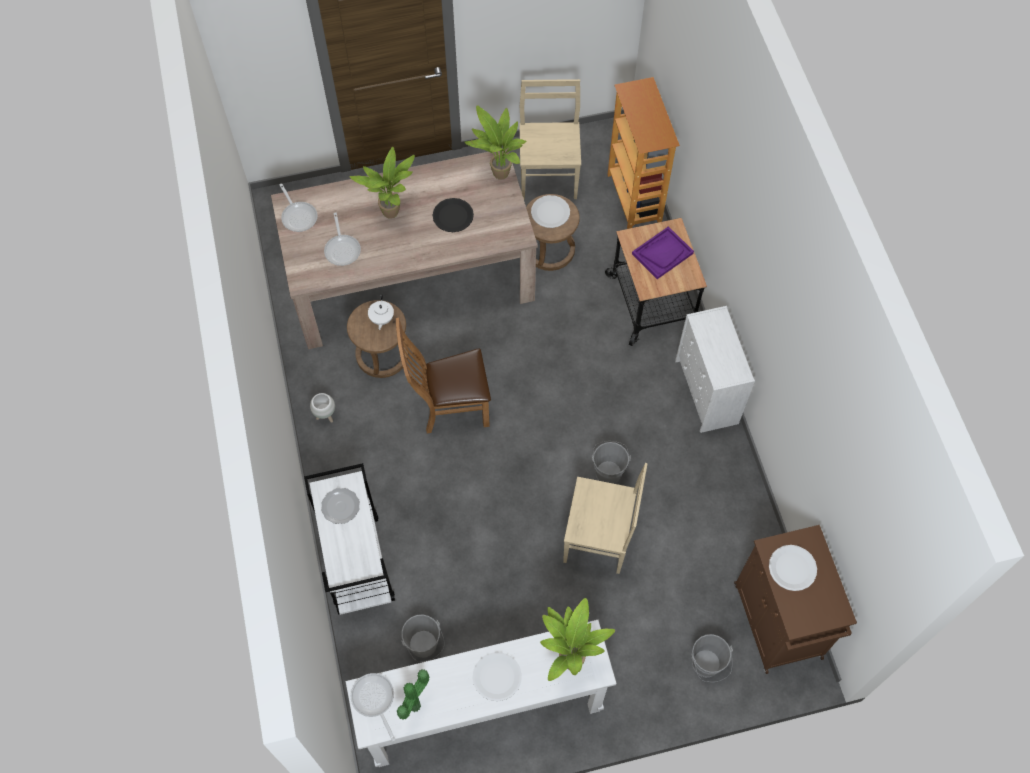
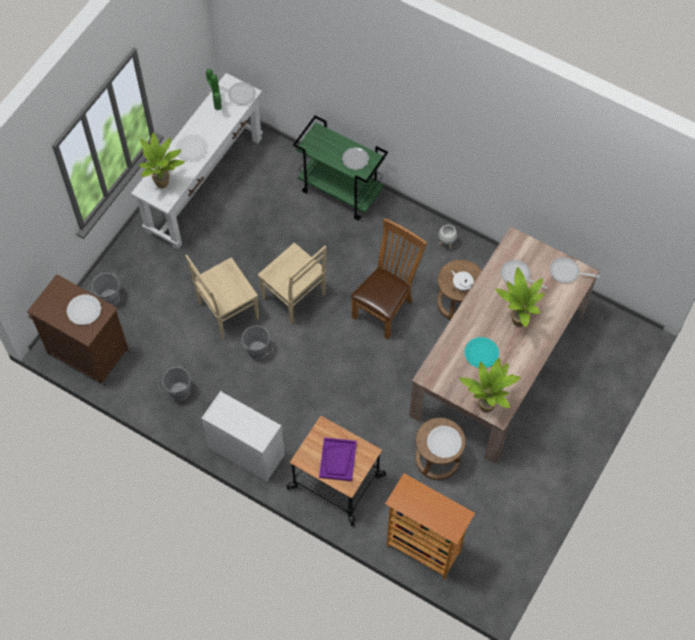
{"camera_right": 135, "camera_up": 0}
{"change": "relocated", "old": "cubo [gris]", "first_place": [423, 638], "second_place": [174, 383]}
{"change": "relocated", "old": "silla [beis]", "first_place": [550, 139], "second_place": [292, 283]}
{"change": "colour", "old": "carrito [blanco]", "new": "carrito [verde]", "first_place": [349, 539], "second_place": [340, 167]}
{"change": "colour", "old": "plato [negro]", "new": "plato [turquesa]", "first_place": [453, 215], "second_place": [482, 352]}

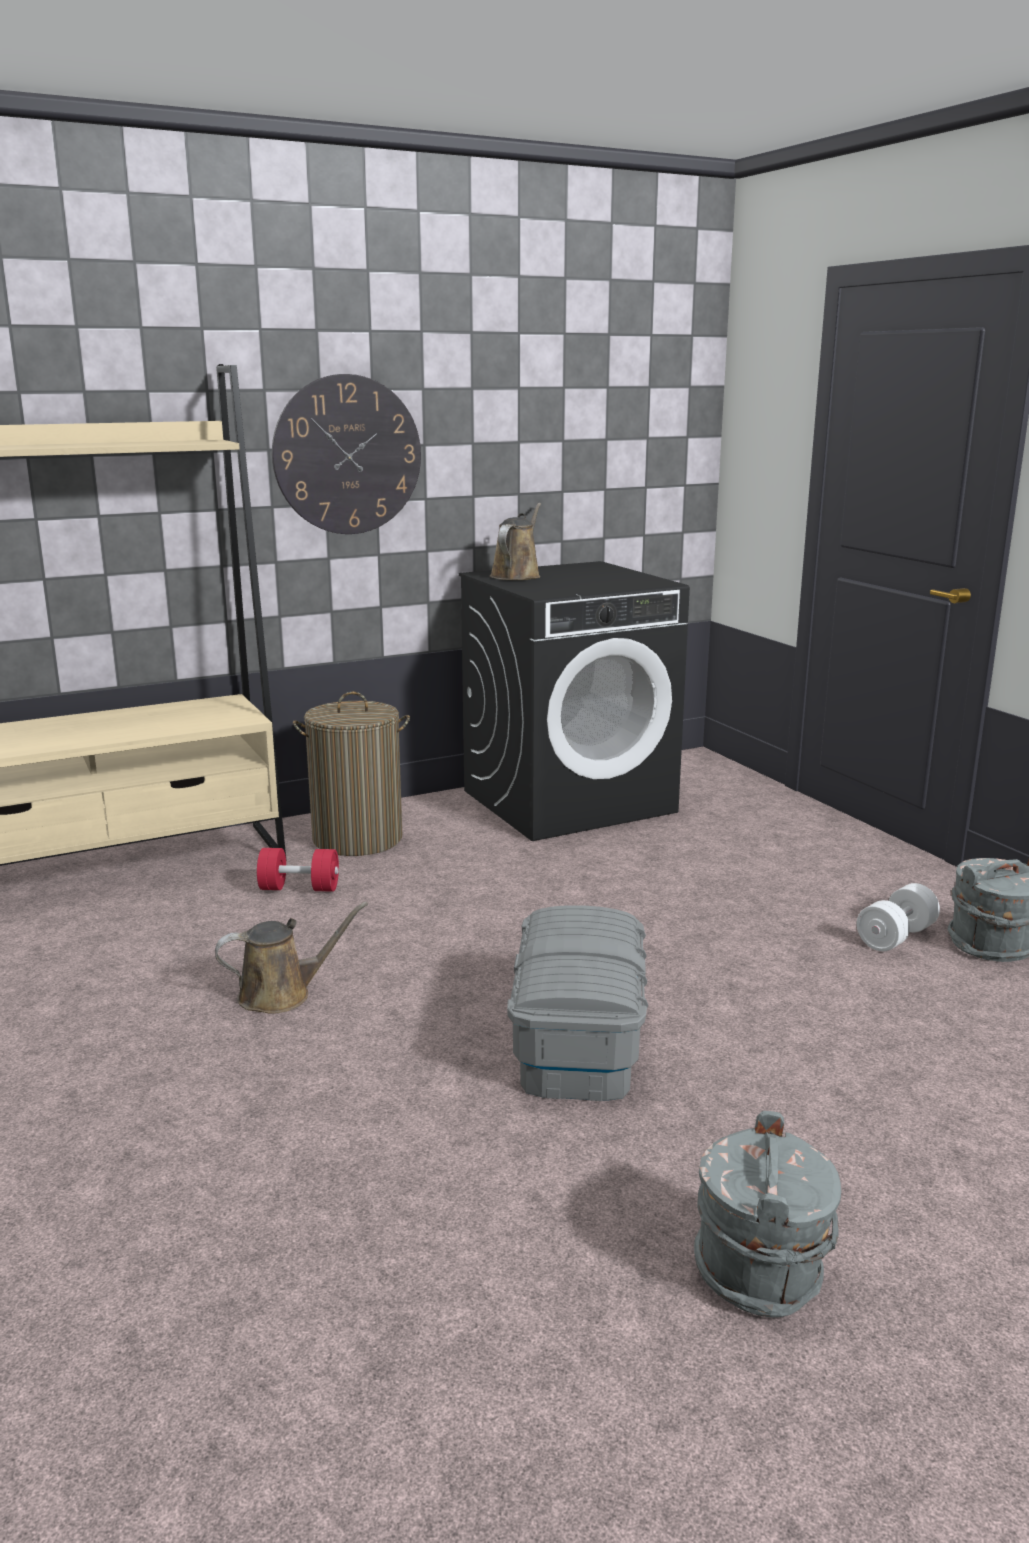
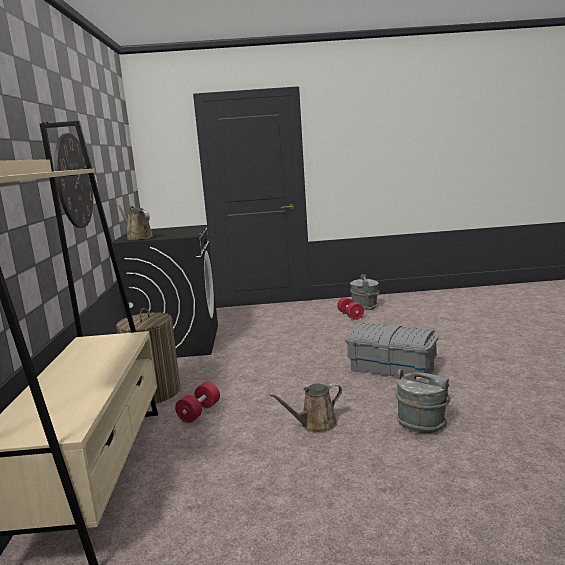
{"camera_right": -65, "camera_up": -5}
{"change": "spun", "old": "regadera [marrón]", "first_place": [291, 957], "second_place": [305, 407], "degrees": -120}
{"change": "colour", "old": "mancuerna [blanco]", "new": "mancuerna [rojo]", "first_place": [898, 917], "second_place": [350, 308]}
{"change": "relocated", "old": "cubo [gris]", "first_place": [767, 1214], "second_place": [423, 401]}

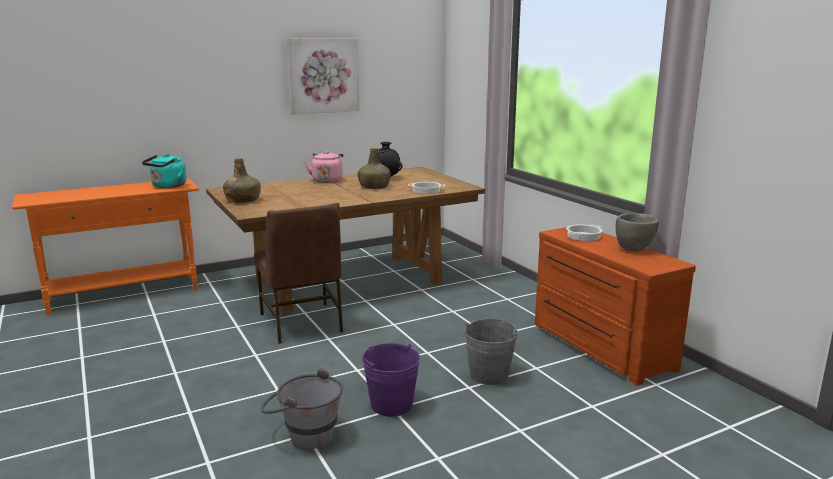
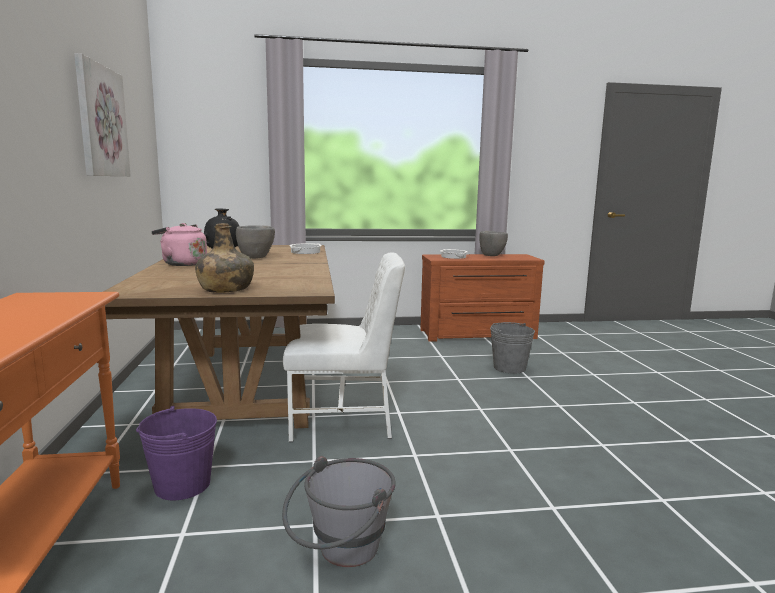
{"camera_right": -70, "camera_up": -5}
{"change": "relocated", "old": "cubo [morado]", "first_place": [391, 380], "second_place": [176, 453]}
{"change": "exchanged", "old": "botella [verde]", "new": "cuenco [gris]", "first_place": [374, 168], "second_place": [255, 242]}
{"change": "relocated", "old": "cubo [gris]", "first_place": [302, 408], "second_place": [339, 511]}
{"change": "colour", "old": "silla [marrón]", "new": "silla [blanco]", "first_place": [298, 273], "second_place": [344, 347]}
{"change": "missing", "old": "hervidor [turquesa]", "first_place": [164, 171]}

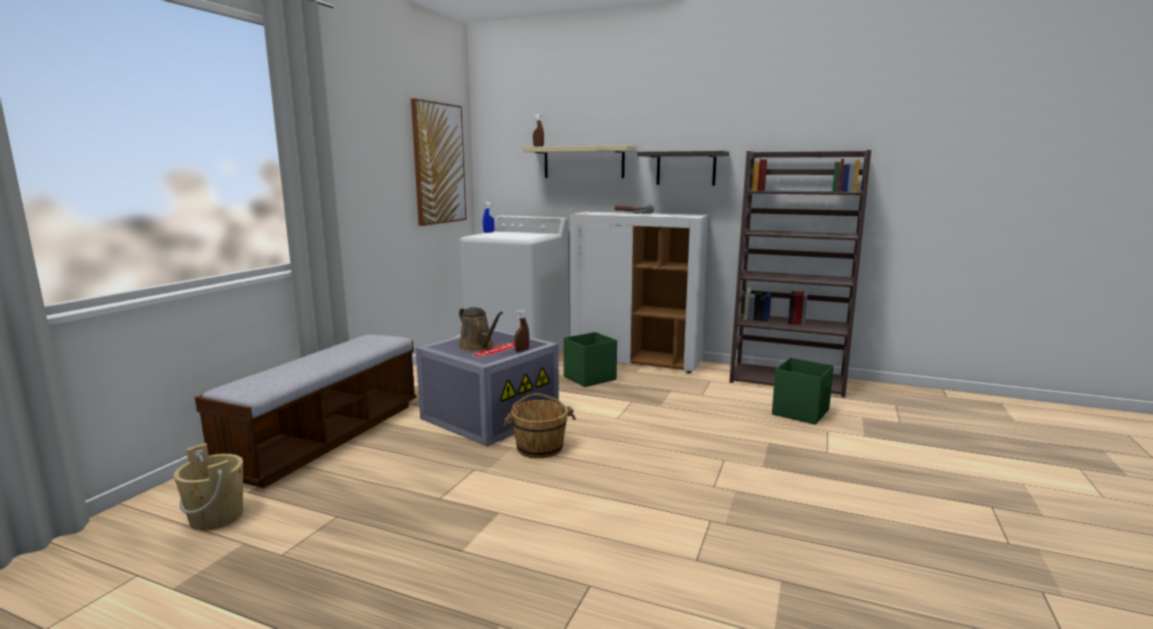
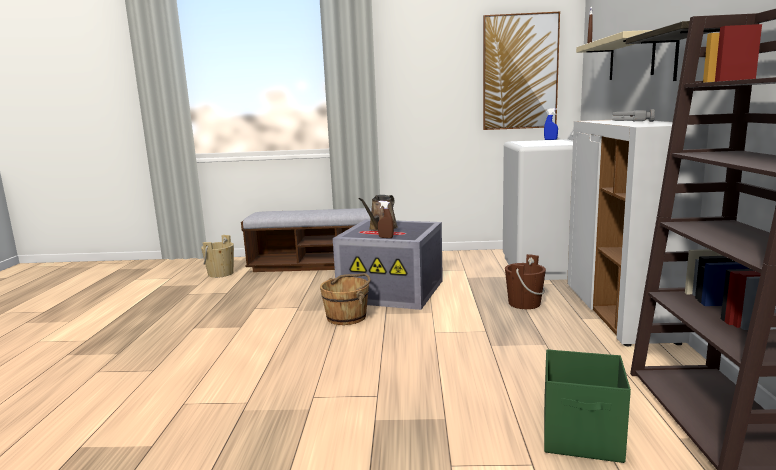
{"camera_right": 70, "camera_up": 0}
{"change": "exchanged", "old": "caja de almacenaje [verde]", "new": "cubo [marrón]", "first_place": [590, 359], "second_place": [525, 281]}

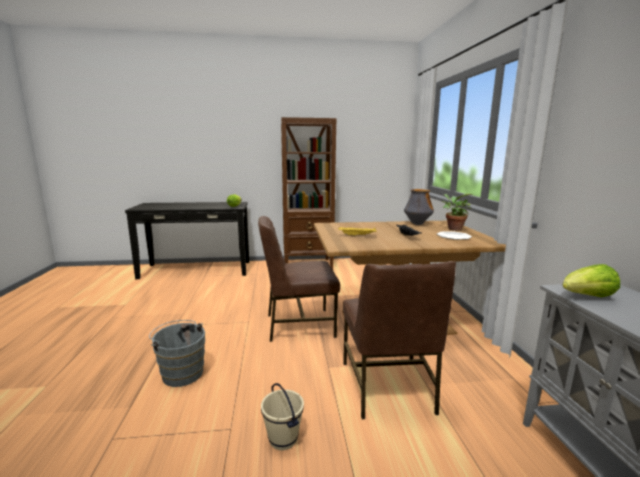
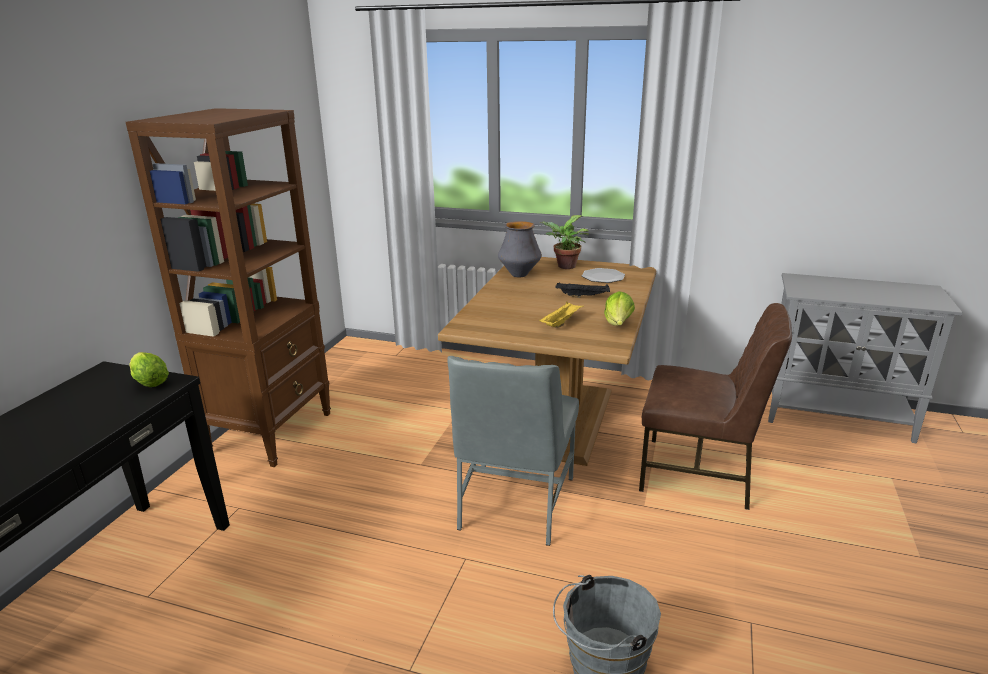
{"camera_right": -65, "camera_up": 10}
{"change": "colour", "old": "silla [marrón]", "new": "silla [gris]", "first_place": [299, 279], "second_place": [513, 451]}
{"change": "relocated", "old": "lechuga", "first_place": [591, 280], "second_place": [619, 308]}
{"change": "missing", "old": "cubo [beis]", "first_place": [282, 416]}

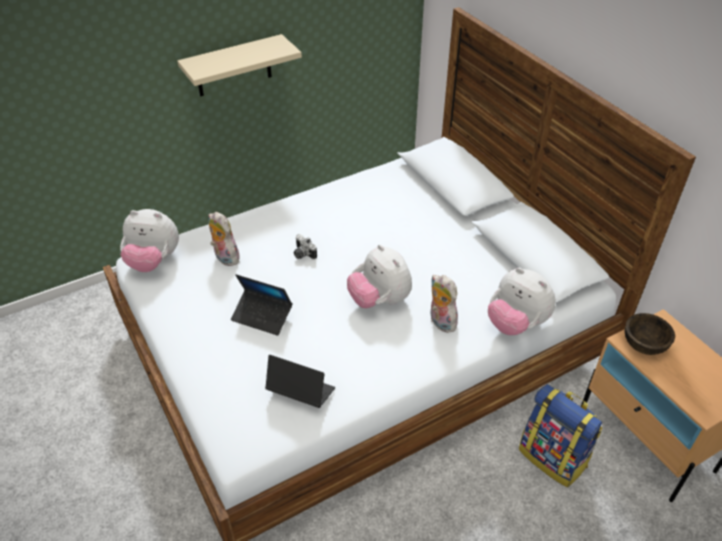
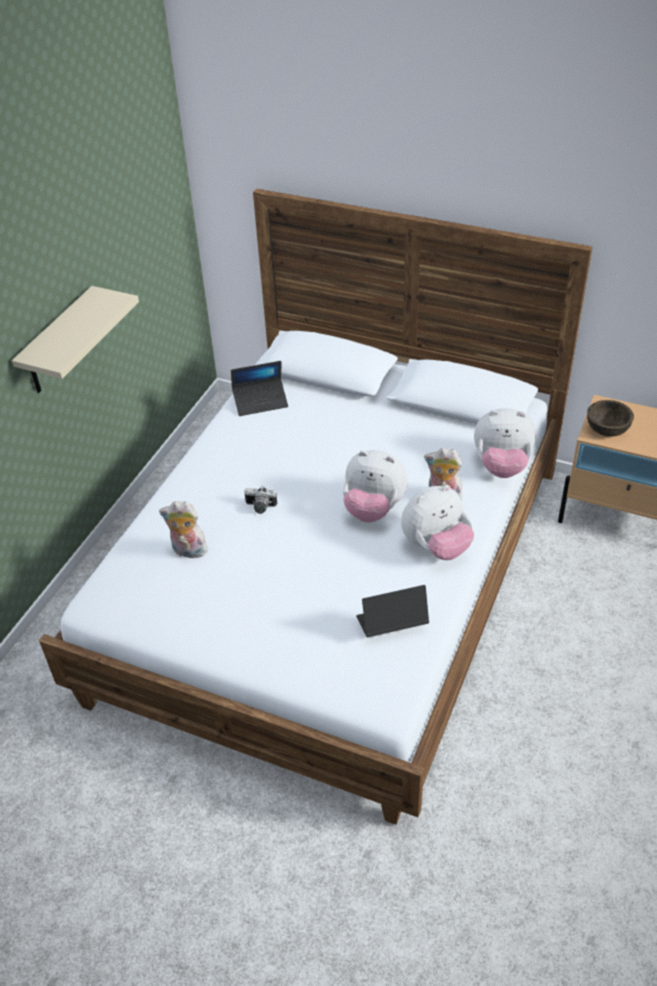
{"camera_right": -35, "camera_up": 0}
{"change": "relocated", "old": "portátil", "first_place": [262, 305], "second_place": [259, 388]}
{"change": "relocated", "old": "peluche", "first_place": [149, 240], "second_place": [437, 522]}
{"change": "missing", "old": "mochila", "first_place": [560, 435]}

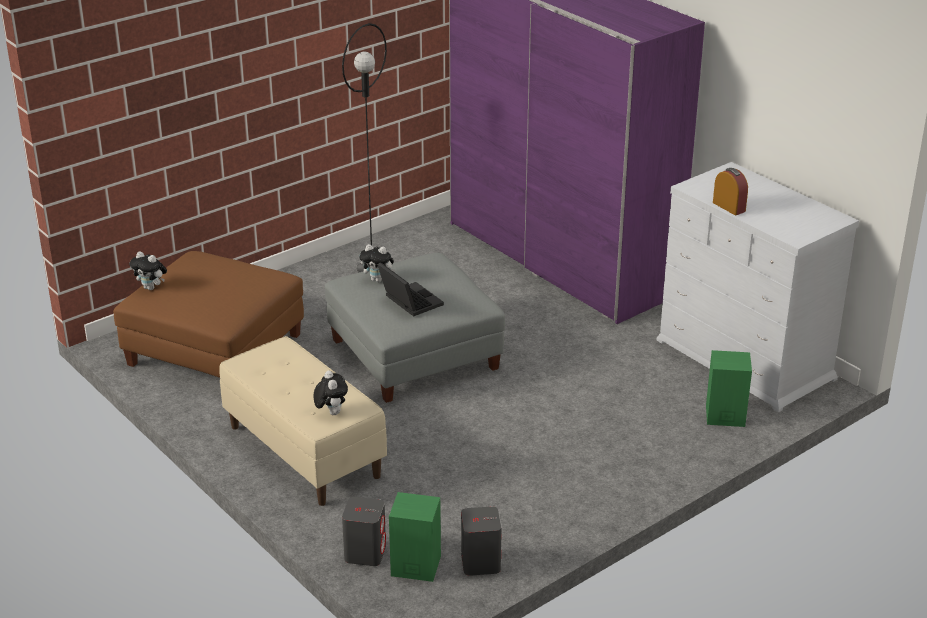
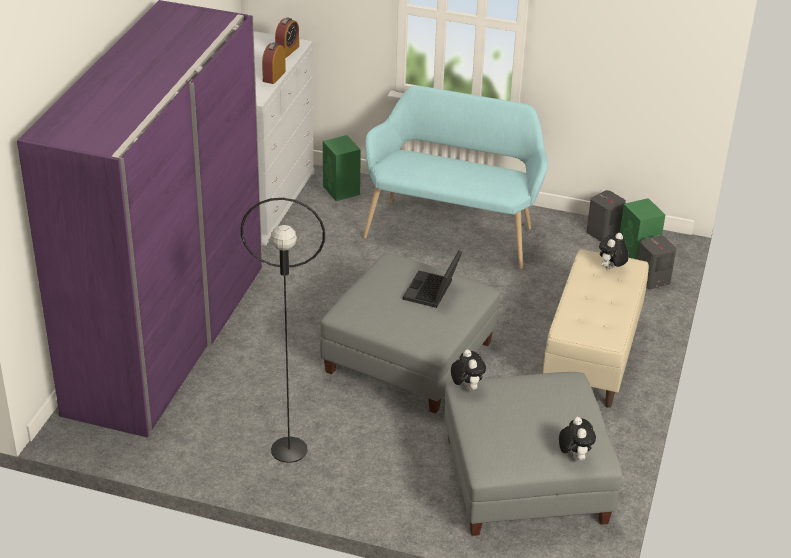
{"camera_right": -125, "camera_up": 5}
{"change": "appeared", "new": "despertador", "second_place": [287, 38]}
{"change": "appeared", "new": "banco [turquesa]", "second_place": [455, 177]}
{"change": "colour", "old": "puf [marrón]", "new": "puf [gris]", "first_place": [208, 314], "second_place": [533, 454]}
{"change": "relocated", "old": "peluche", "first_place": [377, 263], "second_place": [468, 369]}

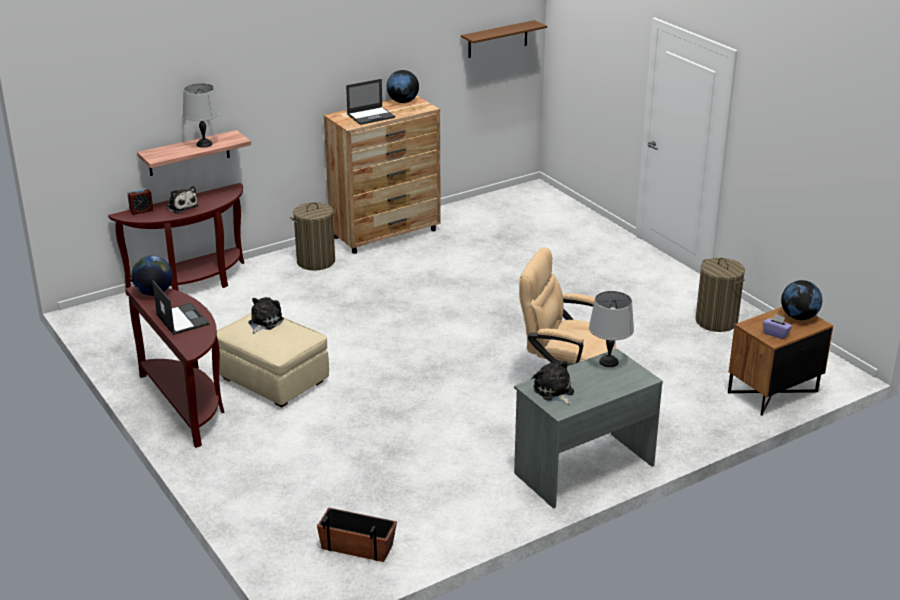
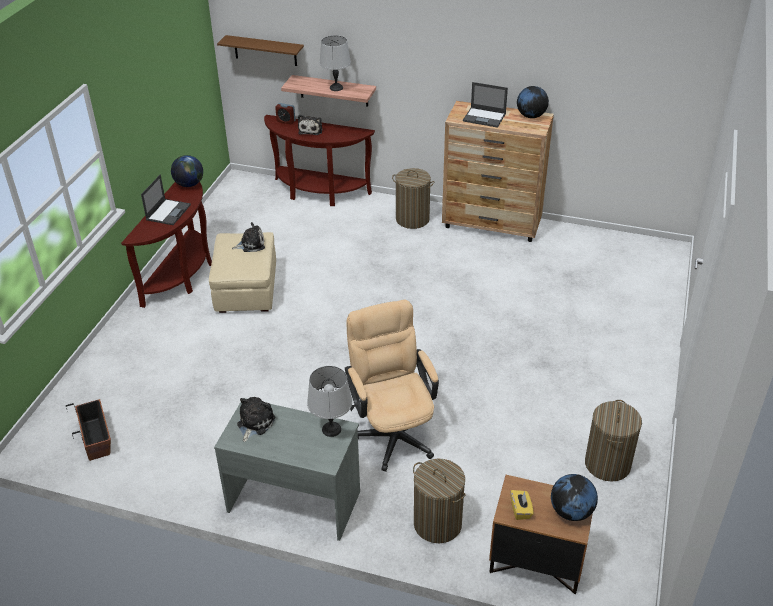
{"camera_right": 50, "camera_up": 10}
{"change": "relocated", "old": "estante [marrón]", "first_place": [504, 39], "second_place": [260, 50]}
{"change": "appeared", "new": "cesto de la ropa", "second_place": [439, 501]}
{"change": "colour", "old": "caja de pañuelos [morado]", "new": "caja de pañuelos [amarillo]", "first_place": [777, 326], "second_place": [522, 505]}

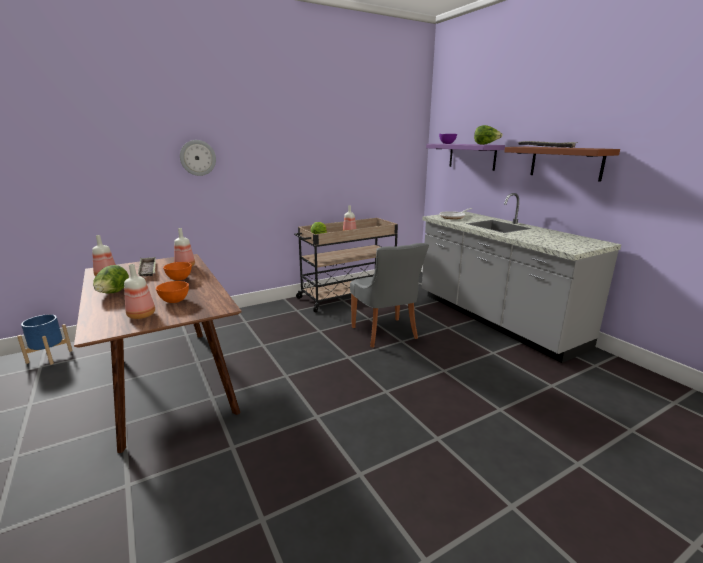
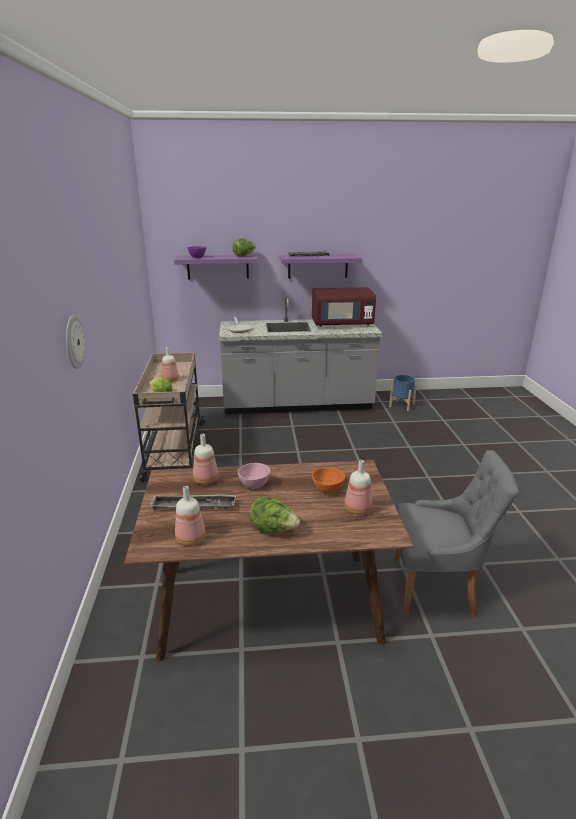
{"camera_right": -65, "camera_up": 5}
{"change": "colour", "old": "cuenco [naranja]", "new": "cuenco [rosa]", "first_place": [177, 271], "second_place": [254, 476]}
{"change": "colour", "old": "estante [marrón]", "new": "estante [morado]", "first_place": [562, 164], "second_place": [321, 266]}
{"change": "appeared", "new": "microondas [rojo]", "second_place": [344, 307]}
{"change": "relocated", "old": "maceta [azul]", "first_place": [44, 339], "second_place": [403, 393]}
{"change": "relocated", "old": "silla [gris]", "first_place": [389, 295], "second_place": [456, 533]}

